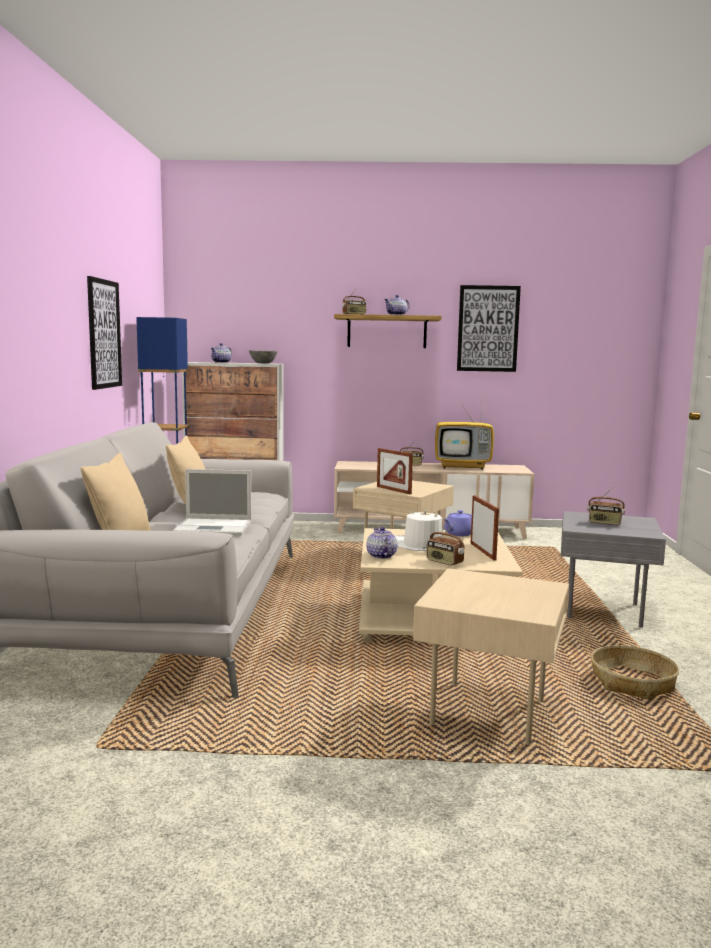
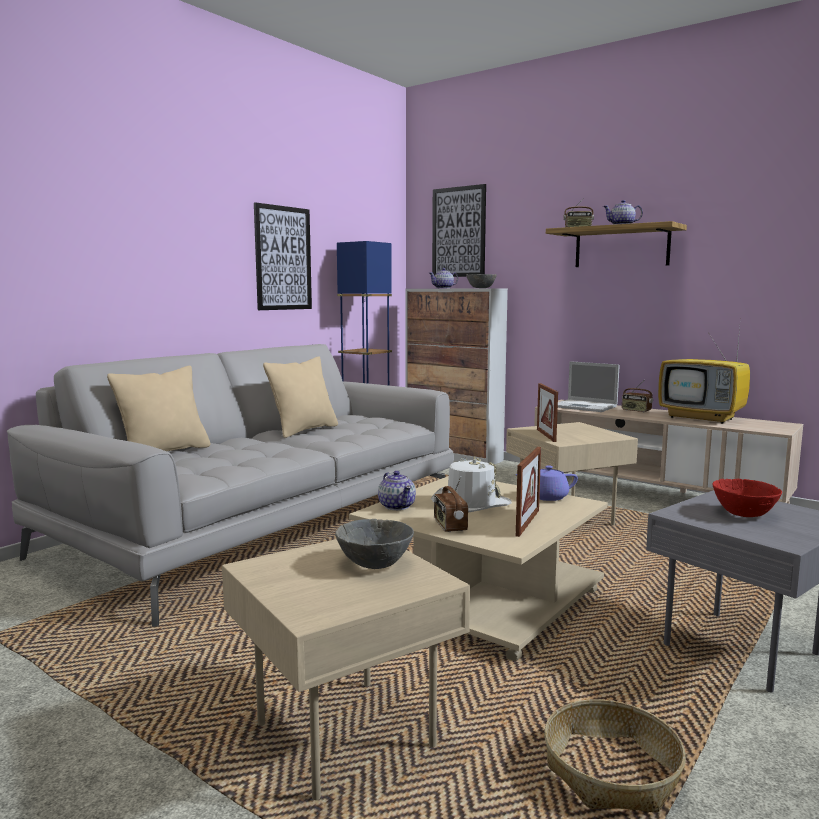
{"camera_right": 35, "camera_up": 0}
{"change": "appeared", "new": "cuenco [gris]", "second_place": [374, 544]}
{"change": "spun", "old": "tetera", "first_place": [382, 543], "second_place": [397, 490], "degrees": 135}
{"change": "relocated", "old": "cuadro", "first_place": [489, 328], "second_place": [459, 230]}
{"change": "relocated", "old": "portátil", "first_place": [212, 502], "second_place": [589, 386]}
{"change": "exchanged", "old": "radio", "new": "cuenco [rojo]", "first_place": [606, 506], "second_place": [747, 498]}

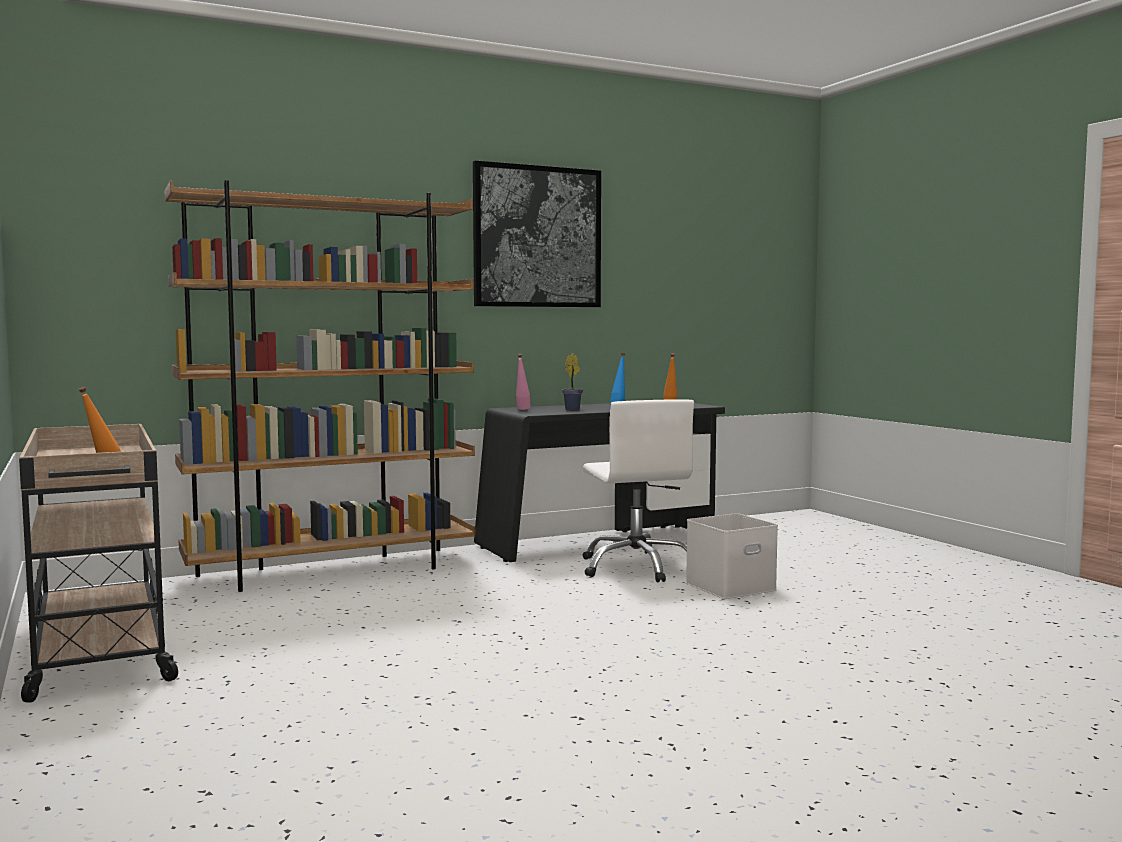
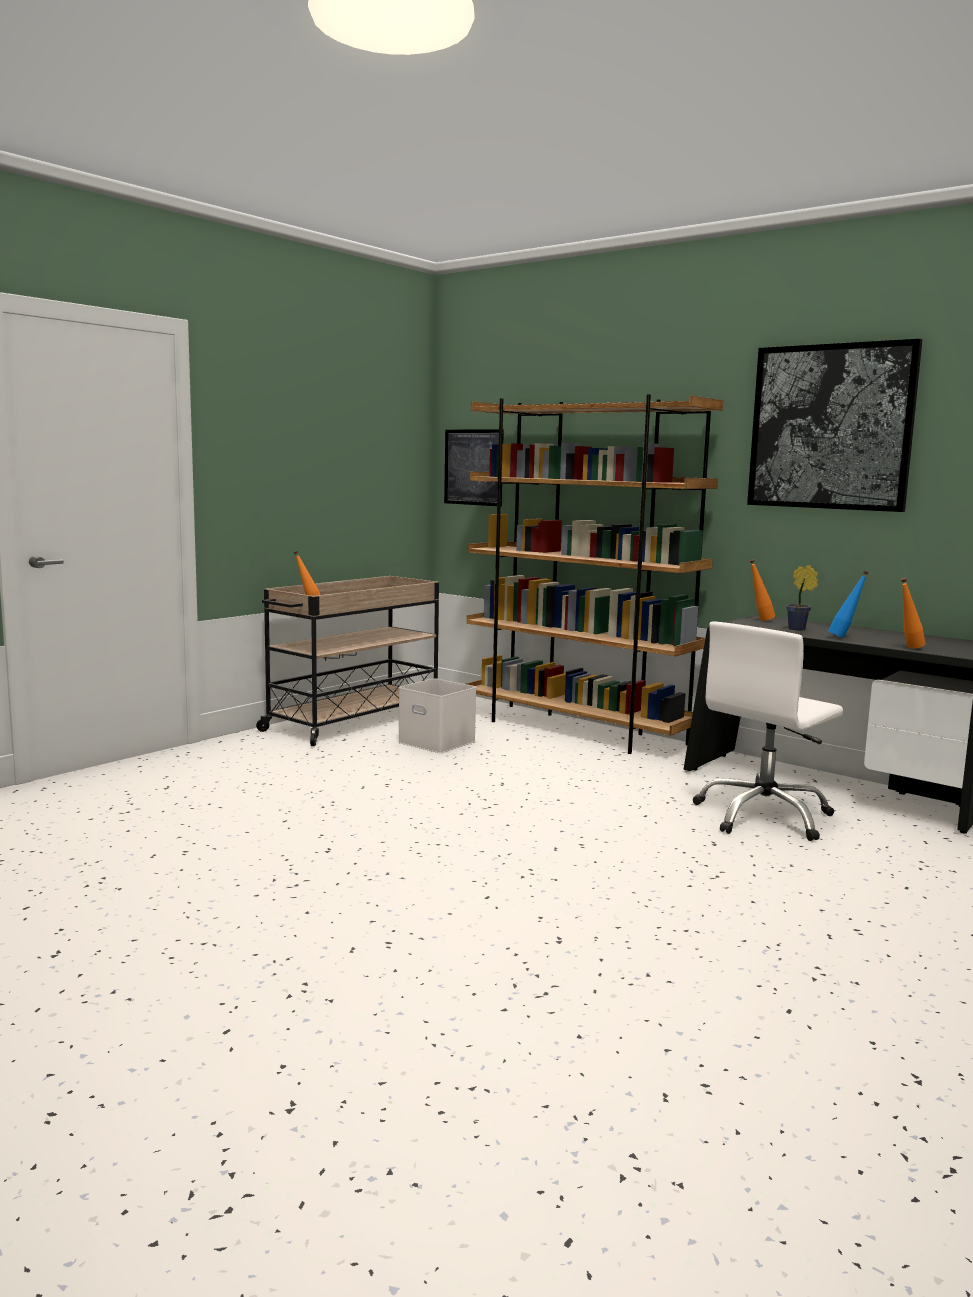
{"camera_right": 65, "camera_up": 5}
{"change": "relocated", "old": "caja de almacenaje [blanco]", "first_place": [732, 556], "second_place": [437, 715]}
{"change": "appeared", "new": "cuadro", "second_place": [474, 467]}
{"change": "colour", "old": "botella [rosa]", "new": "botella [naranja]", "first_place": [523, 382], "second_place": [762, 590]}

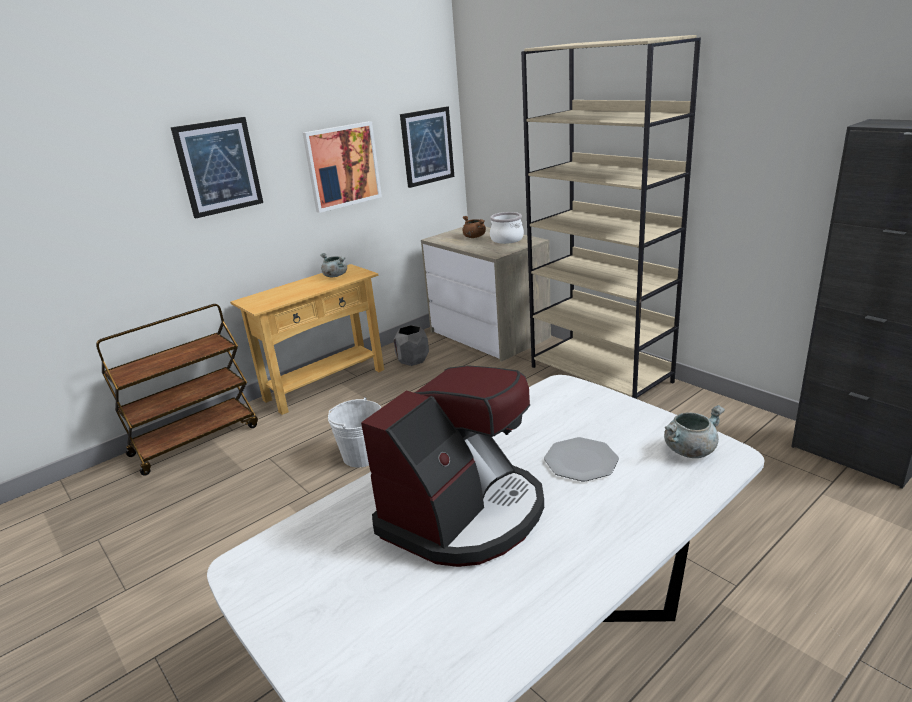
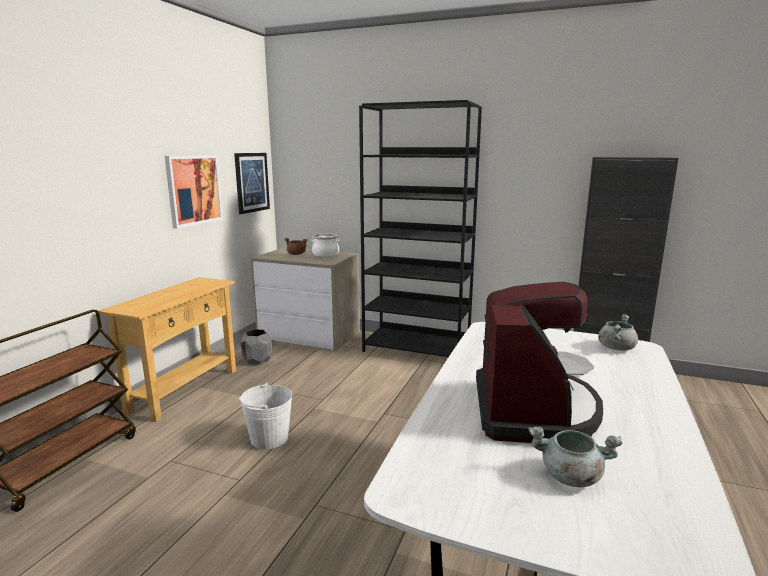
{"camera_right": -30, "camera_up": -10}
{"change": "colour", "old": "estantería [beis]", "new": "estantería [negro]", "first_place": [611, 217], "second_place": [420, 228]}
{"change": "relocated", "old": "olla [gris]", "first_place": [333, 265], "second_place": [575, 456]}
{"change": "missing", "old": "cuadro", "first_place": [217, 168]}

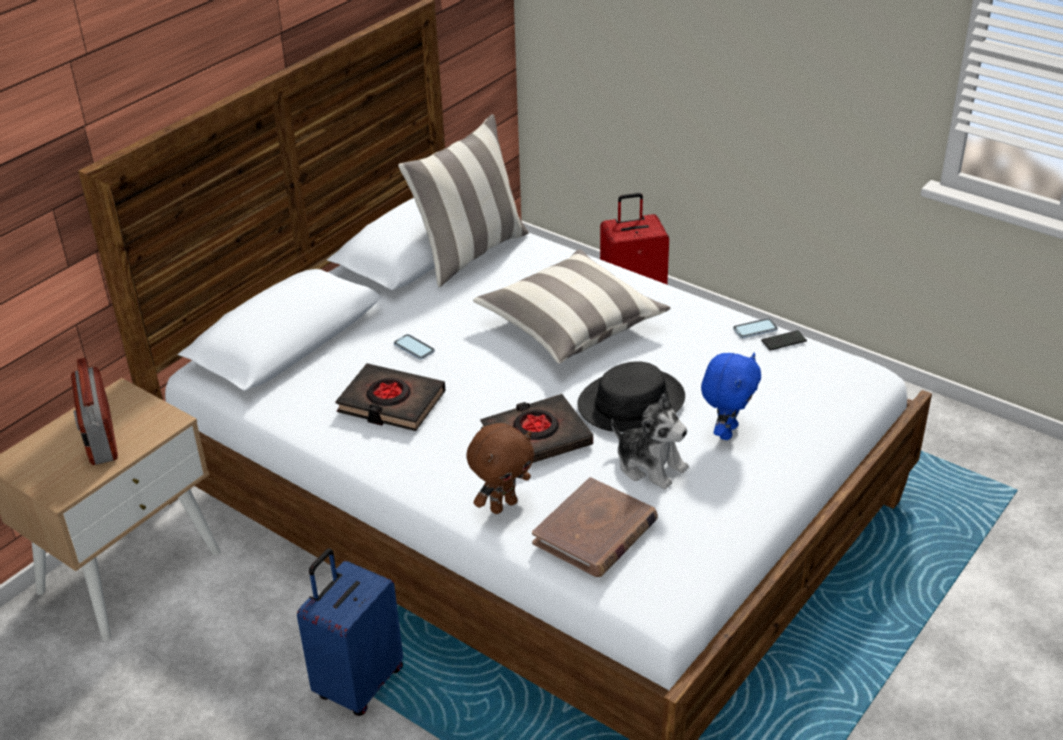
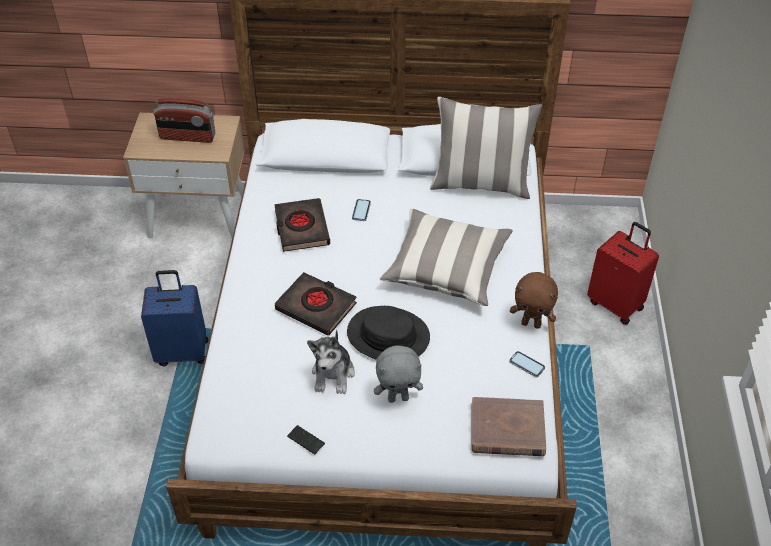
{"camera_right": 55, "camera_up": 10}
{"change": "spun", "old": "radio", "first_place": [94, 411], "second_place": [184, 120], "degrees": -120}
{"change": "relocated", "old": "móvil", "first_place": [784, 340], "second_place": [306, 439]}
{"change": "colour", "old": "peluche [azul]", "new": "peluche [gris]", "first_place": [731, 396], "second_place": [398, 374]}
{"change": "relocated", "old": "libro [marrón]", "first_place": [595, 527], "second_place": [508, 426]}
{"change": "relocated", "old": "peluche [marrón]", "first_place": [500, 468], "second_place": [534, 300]}

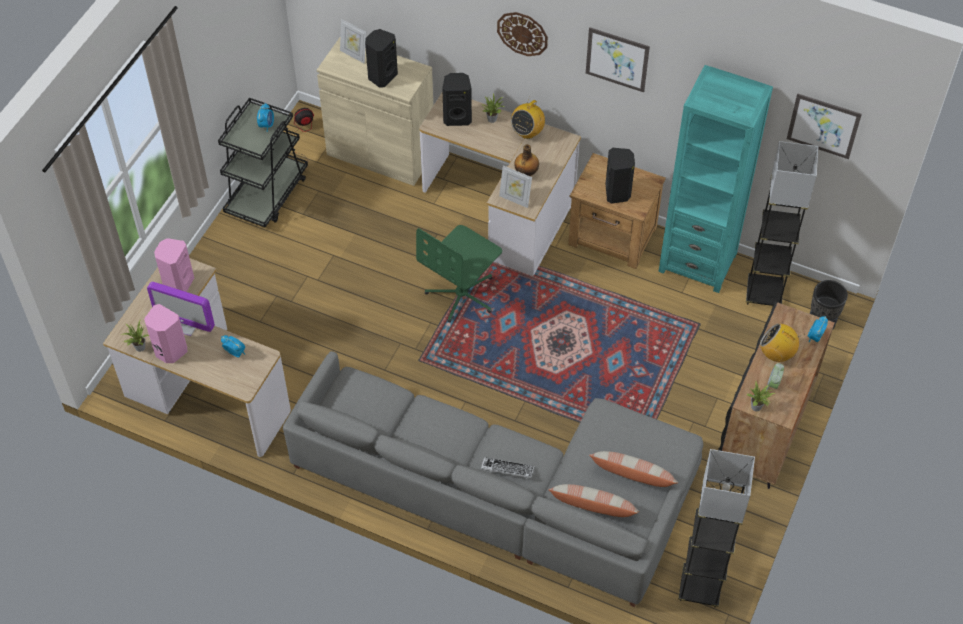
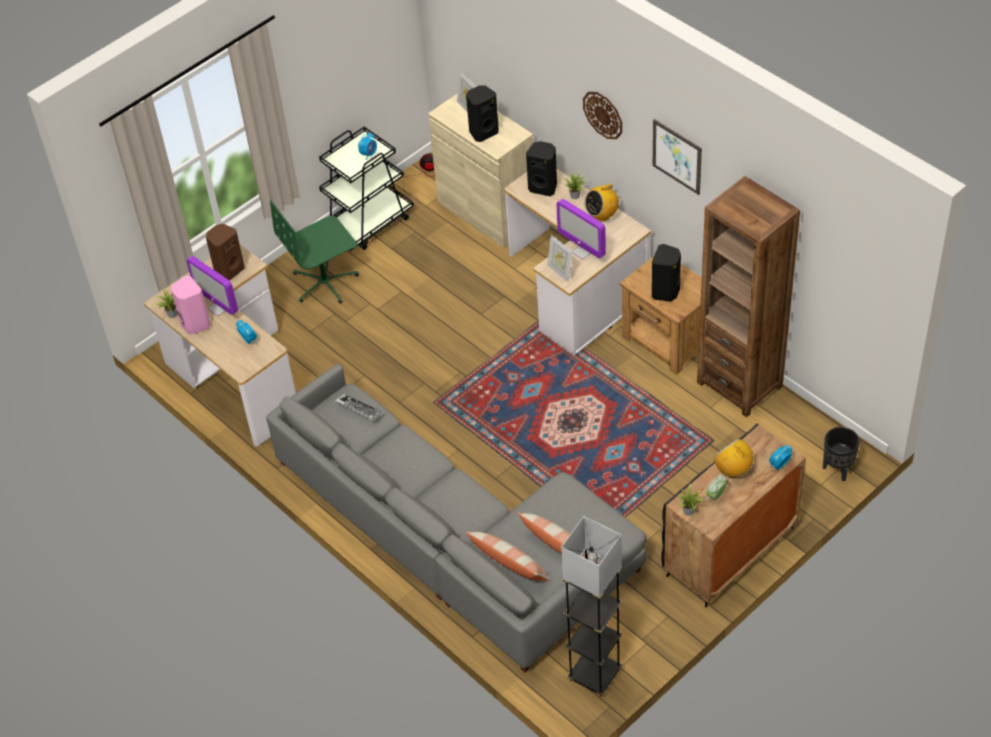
{"camera_right": 25, "camera_up": -5}
{"change": "colour", "old": "altavoz [rosa]", "new": "altavoz [marrón]", "first_place": [174, 265], "second_place": [225, 252]}
{"change": "relocated", "old": "silla de oficina [verde]", "first_place": [459, 273], "second_place": [314, 251]}
{"change": "relocated", "old": "teclado", "first_place": [507, 468], "second_place": [359, 407]}
{"change": "exchanged", "old": "botella", "new": "monitor", "first_place": [526, 160], "second_place": [581, 229]}
{"change": "colour", "old": "estantería [turquesa]", "new": "estantería [marrón]", "first_place": [715, 179], "second_place": [748, 296]}
{"change": "missing", "old": "lámpara de pie [gris]", "first_place": [782, 223]}
{"change": "missing", "old": "cuadro", "first_place": [824, 126]}

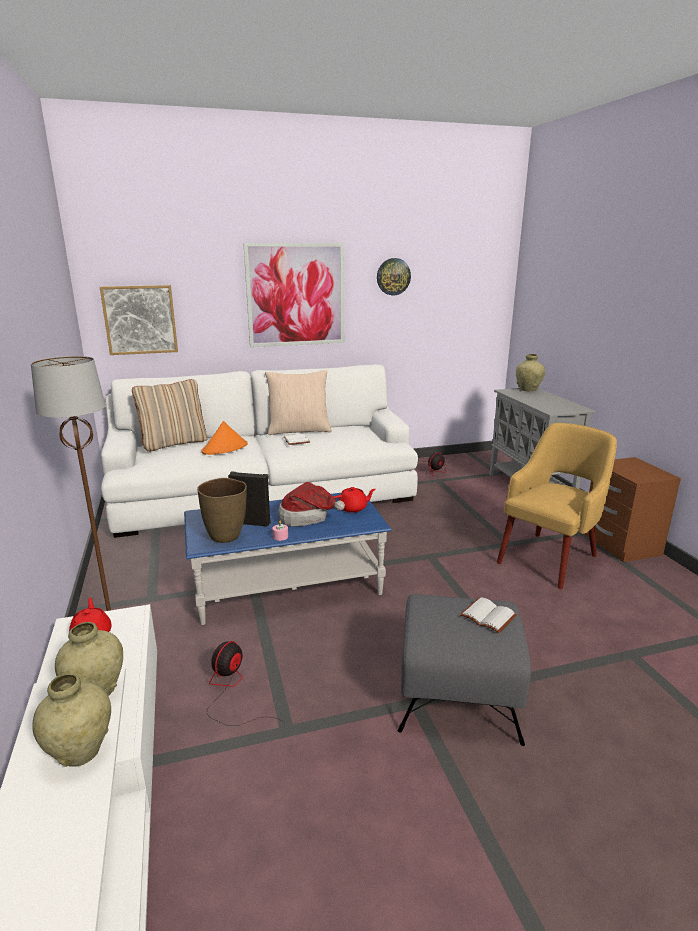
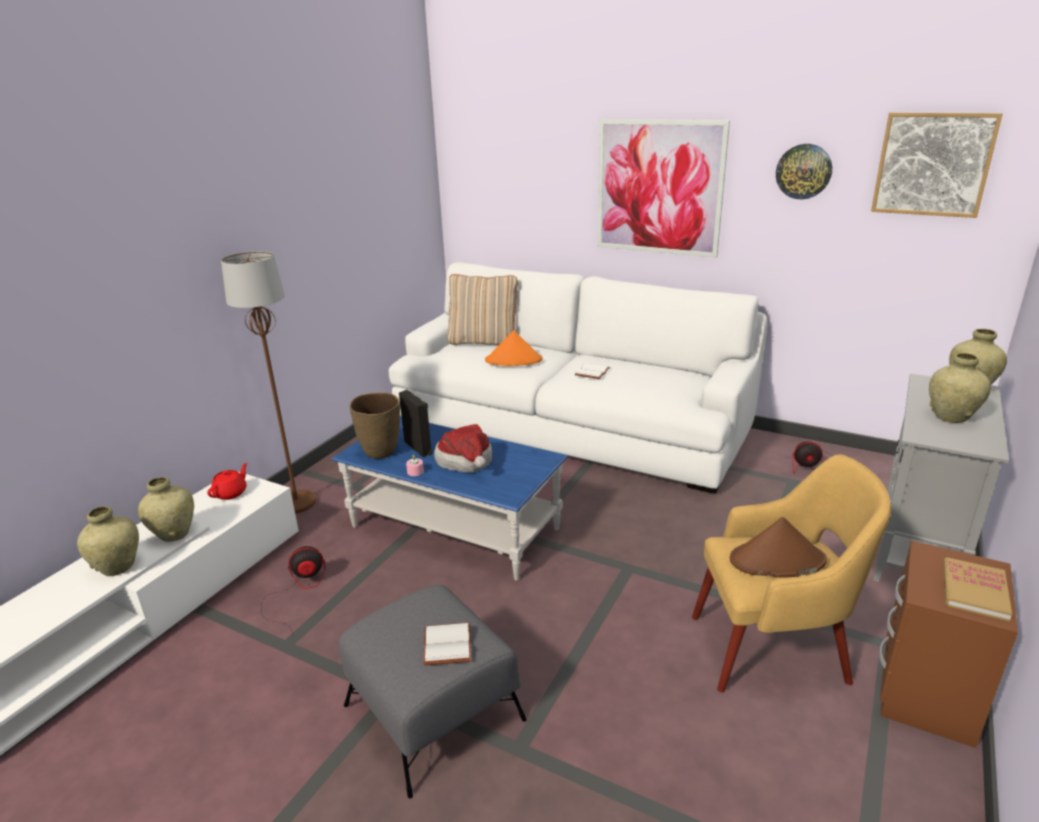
{"camera_right": 45, "camera_up": 5}
{"change": "appeared", "new": "sombrero [marrón]", "second_place": [778, 547]}
{"change": "relocated", "old": "cuadro", "first_place": [139, 320], "second_place": [937, 165]}
{"change": "appeared", "new": "florero [beis]", "second_place": [960, 388]}
{"change": "appeared", "new": "libro", "second_place": [977, 589]}
{"change": "missing", "old": "cojín [beis]", "first_place": [298, 402]}
{"change": "missing", "old": "tetera [rojo]", "first_place": [355, 500]}

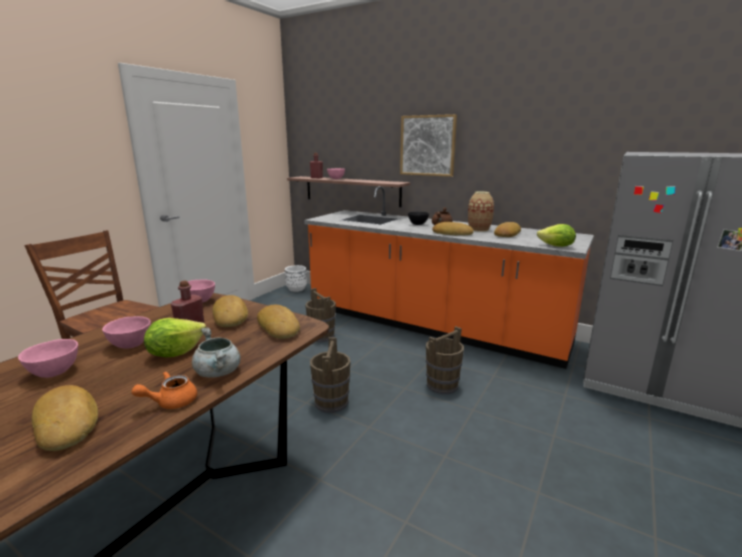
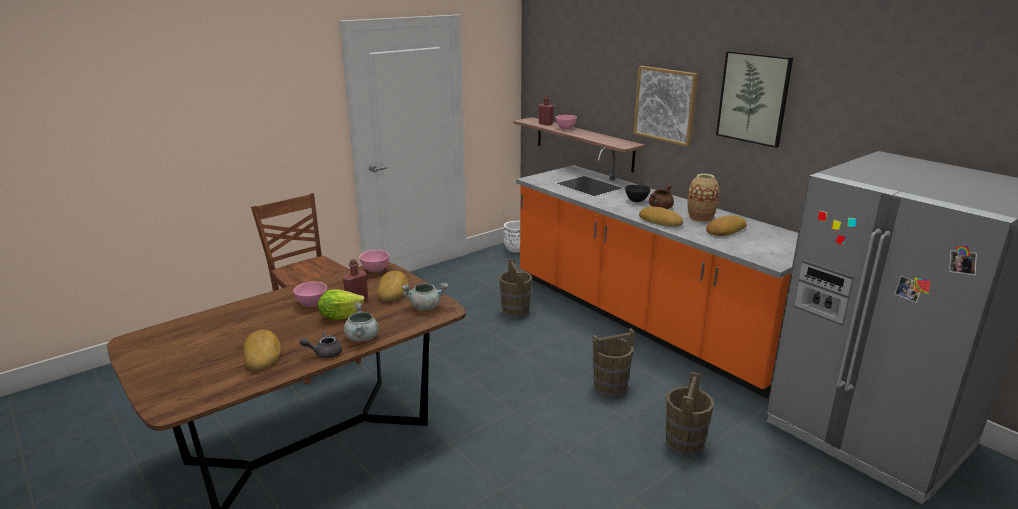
{"camera_right": 20, "camera_up": 5}
{"change": "colour", "old": "tetera [naranja]", "new": "tetera [gris]", "first_place": [164, 390], "second_place": [321, 345]}
{"change": "exchanged", "old": "pan", "new": "olla [gris]", "first_place": [278, 322], "second_place": [425, 297]}
{"change": "relocated", "old": "cubo [marrón]", "first_place": [330, 375], "second_place": [689, 414]}
{"change": "appeared", "new": "cuadro", "second_place": [754, 99]}
{"change": "missing", "old": "cuenco [rosa]", "first_place": [48, 358]}
{"change": "missing", "old": "lechuga", "first_place": [556, 235]}

